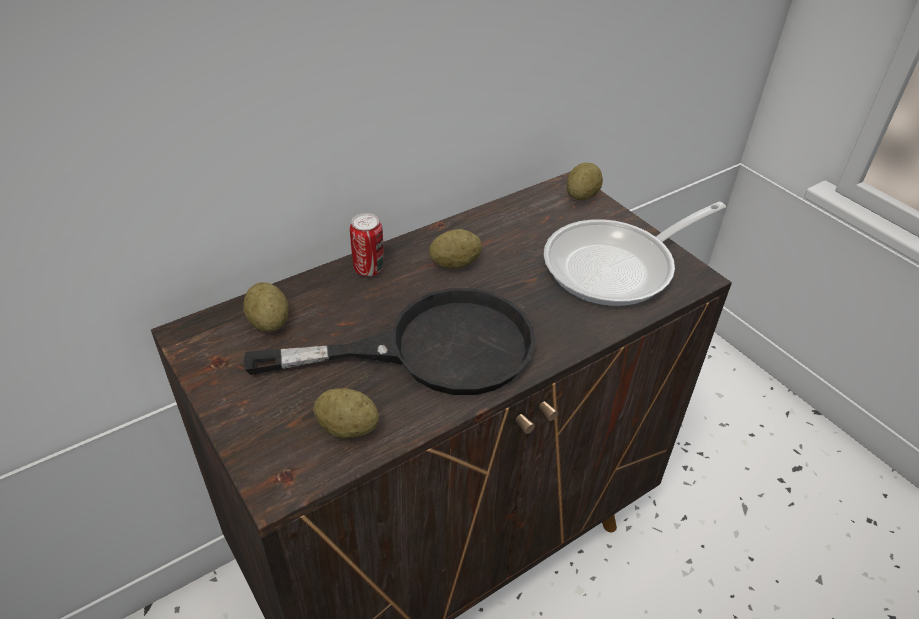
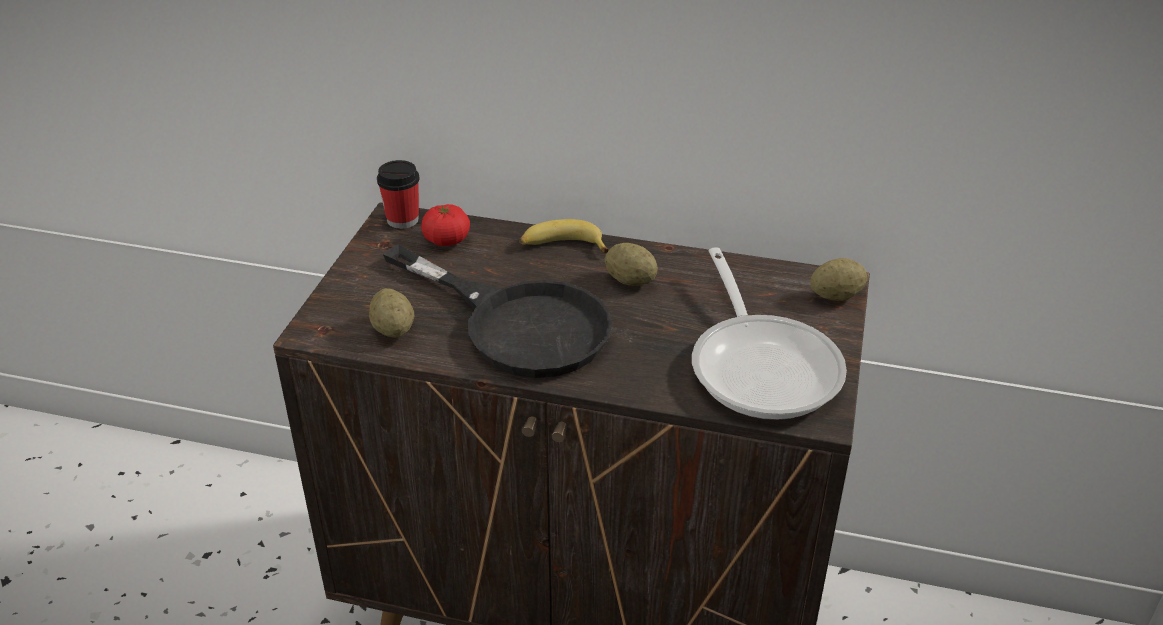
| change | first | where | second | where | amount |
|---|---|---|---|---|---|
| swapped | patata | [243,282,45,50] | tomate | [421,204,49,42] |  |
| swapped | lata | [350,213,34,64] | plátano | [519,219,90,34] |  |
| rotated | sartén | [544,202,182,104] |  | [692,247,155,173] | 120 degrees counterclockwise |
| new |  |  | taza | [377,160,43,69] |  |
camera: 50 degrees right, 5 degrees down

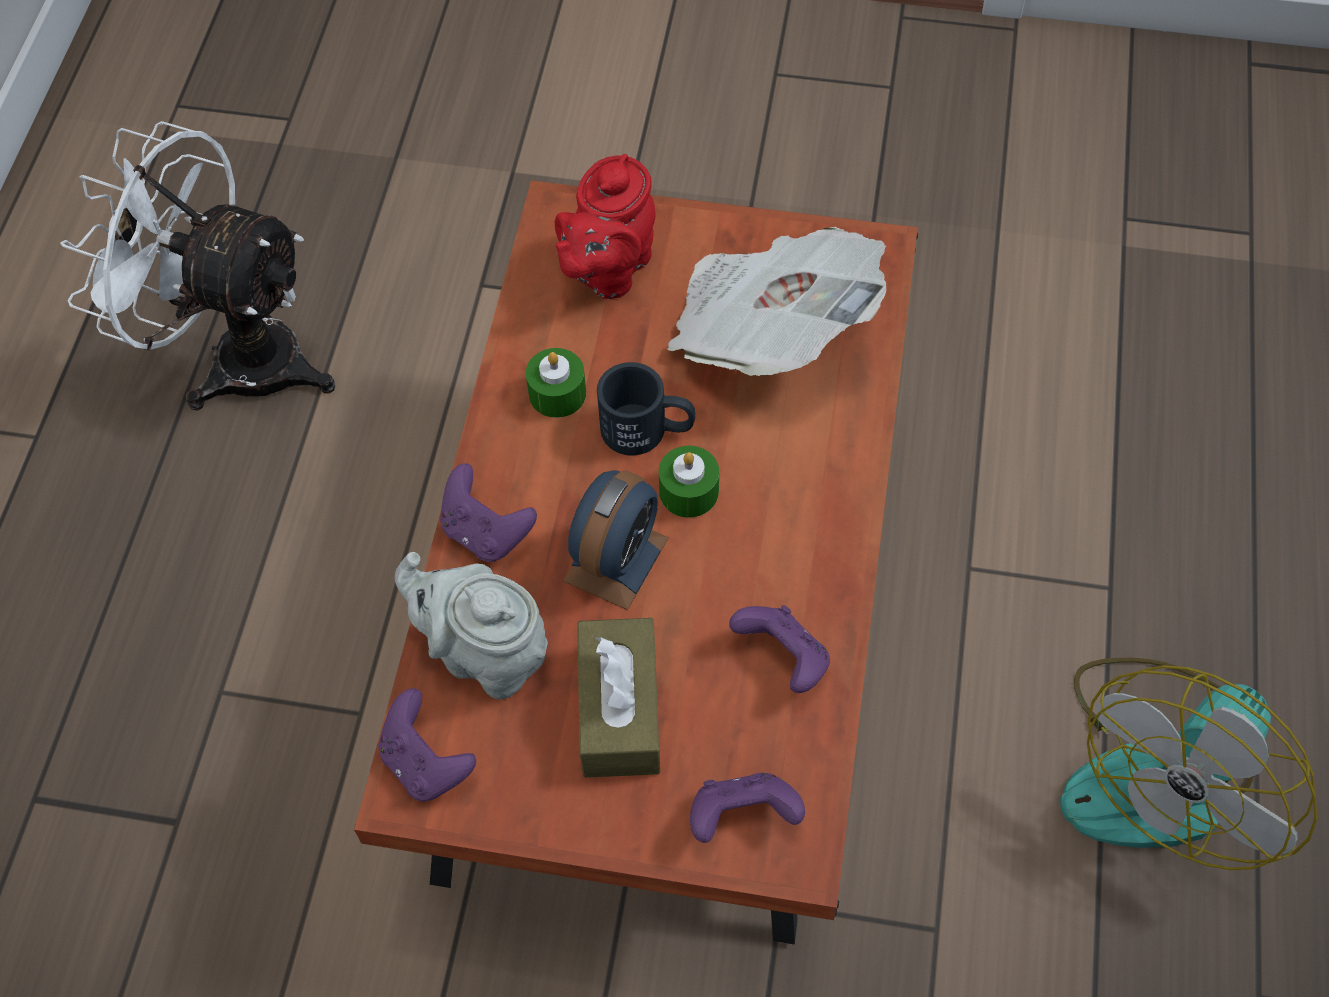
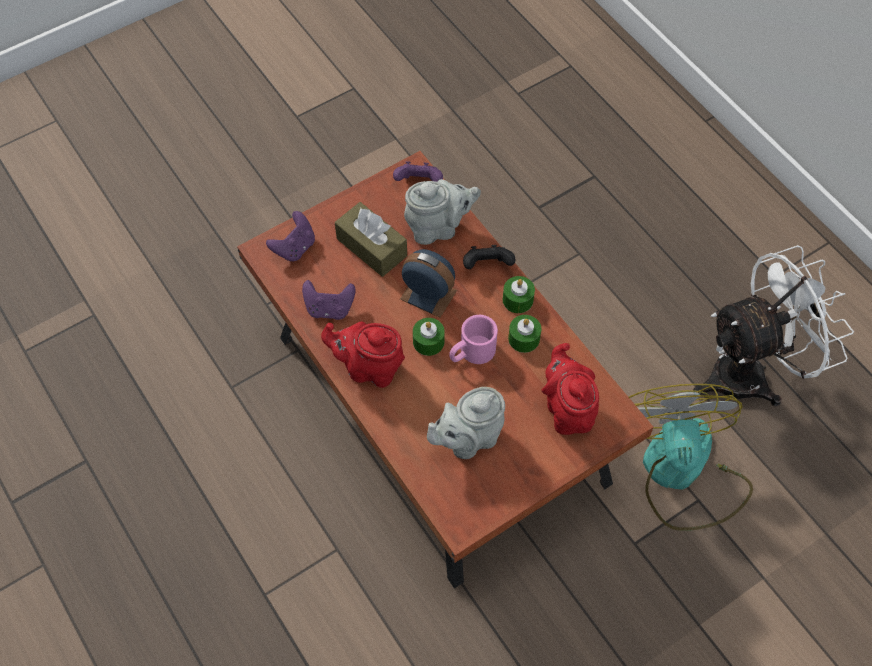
| change | first | where | second | where | amount |
|---|---|---|---|---|---|
| repainted | mando de consola (morado) | [440,463,97,99] | mando de consola (negro) | [463,245,52,24] |  |
| rotated | despertador | [563,470,106,140] |  | [400,249,57,69] | 135 degrees clockwise |
| repainted | taza grande (negro) | [597,362,98,94] | taza grande (rosa) | [449,315,49,49] |  |
| swapped | periódico | [667,227,219,149] | tetera (gris) | [427,387,78,72] |  |
| shifted | ventilador | [1060,658,257,212] |  | [629,384,124,147] |  |
| new |  |  | tetera (rojo) | [321,322,84,66] |  |
| new |  |  | vela (verde) | [503,276,32,37] |  |
camera: 135 degrees right, 0 degrees up

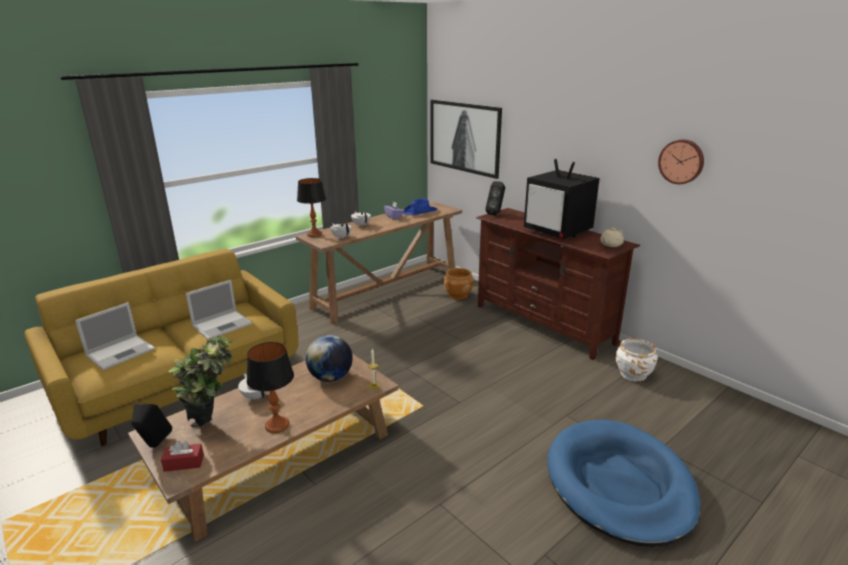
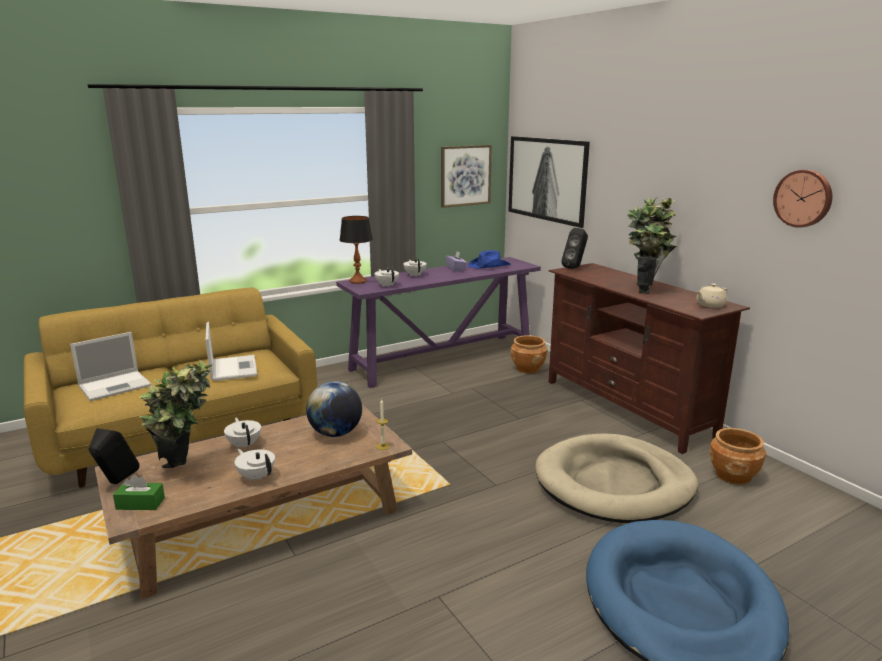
| change | first | where | second | where | amount |
|---|---|---|---|---|---|
| repainted | caja de pañuelos (rojo) | [161,441,43,31] | caja de pañuelos (verde) | [113,474,52,36] |  |
| rotated | portátil | [186,280,67,60] |  | [206,322,51,59] | 75 degrees counterclockwise |
| swapped | lámpara de mesa | [247,342,47,91] | tetera (blanco) | [235,449,40,32] |  |
| repainted | mesa consola (marrón) | [296,202,166,123] | mesa consola (morado) | [336,257,205,131] |  |
| swapped | televisor | [524,159,76,80] | planta en maceta | [628,197,50,97] |  |
| repainted | maceta (blanco) | [615,339,43,43] | maceta (marrón) | [709,428,57,57] |  |
| new |  |  | cuadro | [441,145,51,63] |  |
| new |  |  | cama para perro (beis) | [535,433,163,90] |  |
camera: 10 degrees right, 5 degrees down

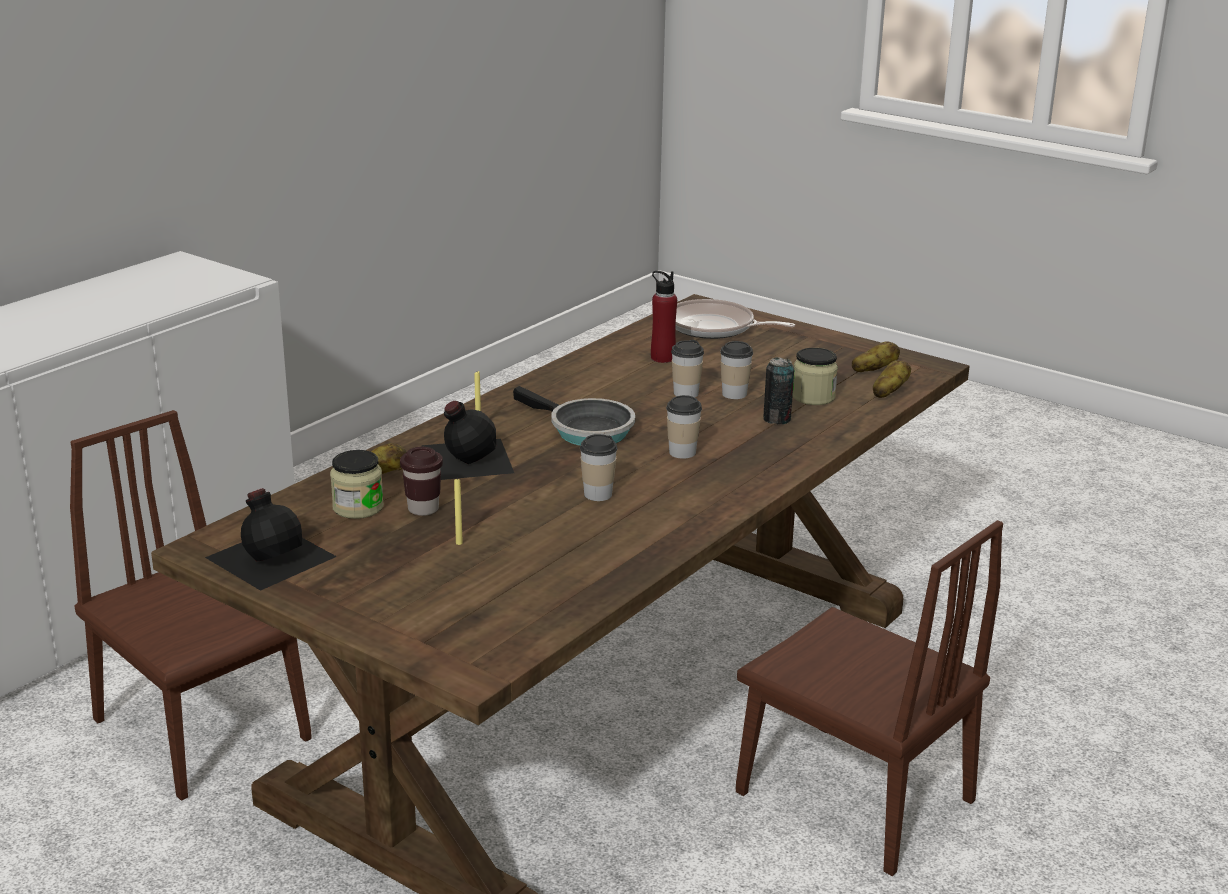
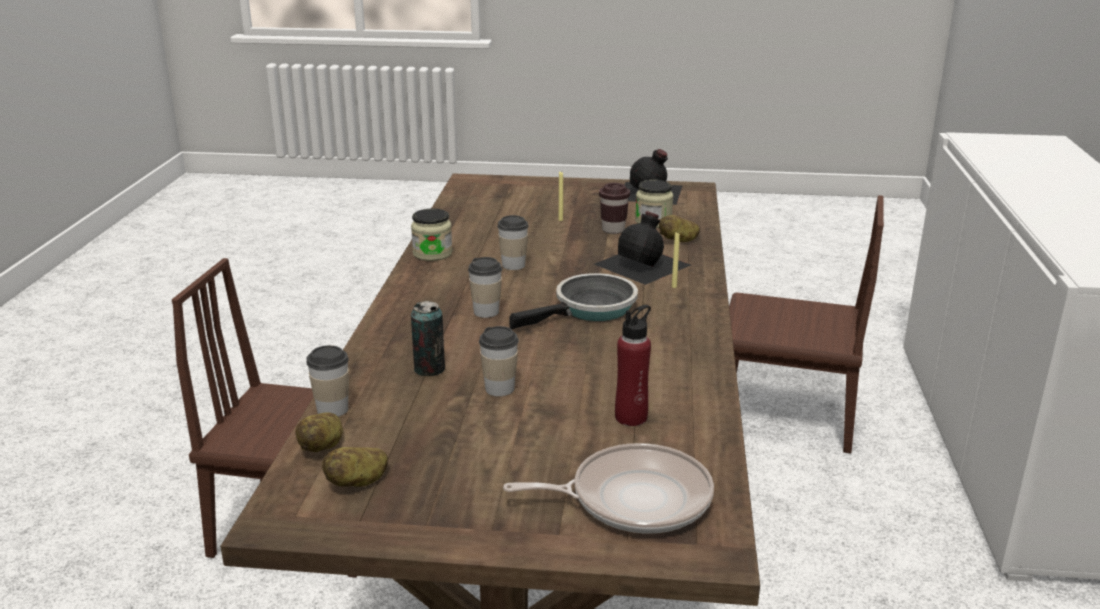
| change | first | where | second | where | amount |
|---|---|---|---|---|---|
| rotated | sartén | [513,386,122,60] |  | [510,273,128,56] | 135 degrees clockwise |
| shifted | taza | [671,340,33,57] |  | [307,345,42,72] |  |
| shifted | tarro | [793,348,45,57] |  | [411,209,42,52] |  |
camera: 150 degrees right, 0 degrees up

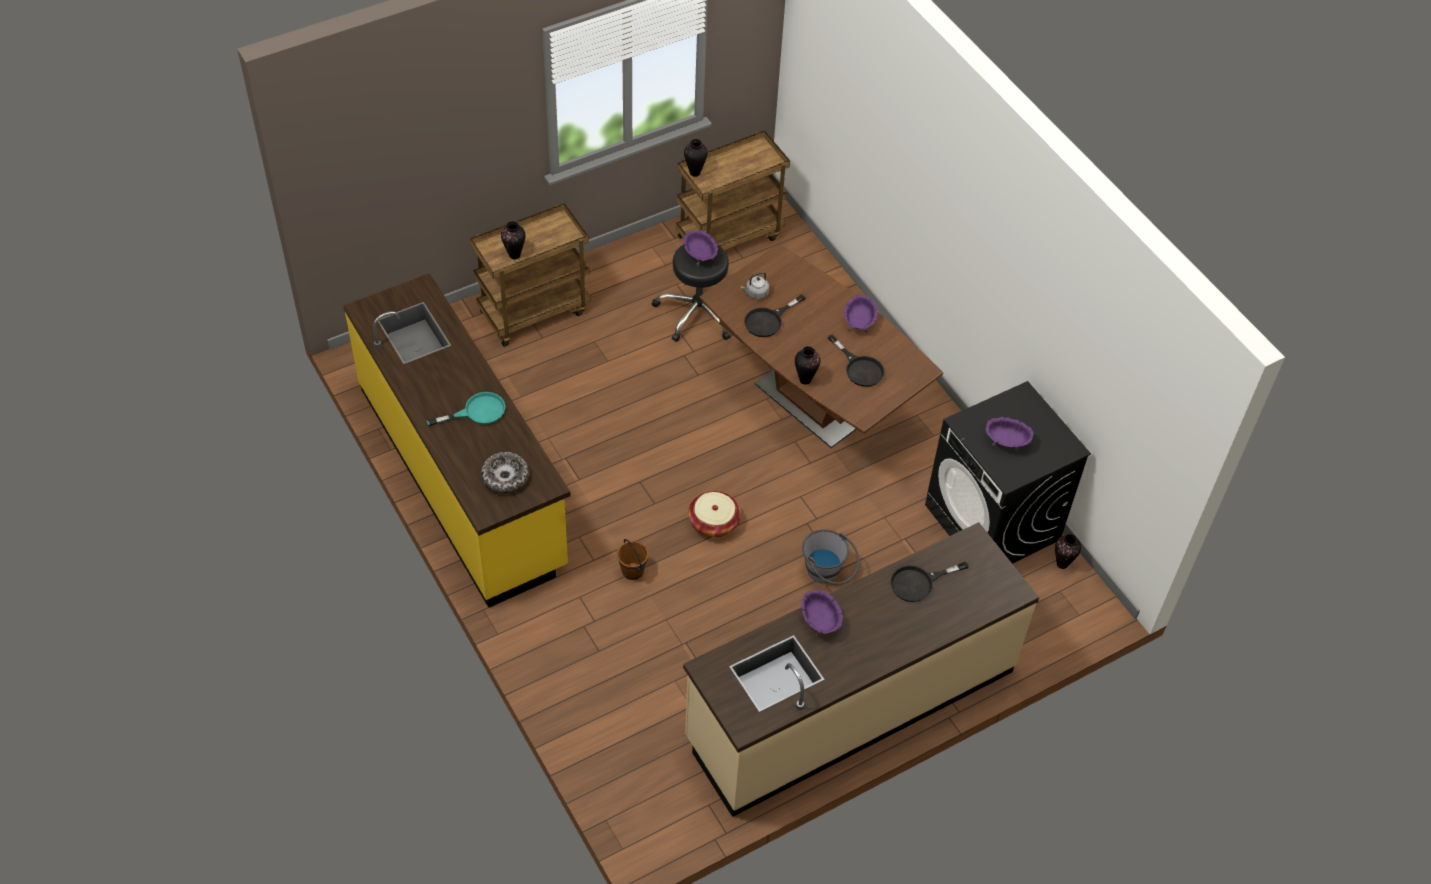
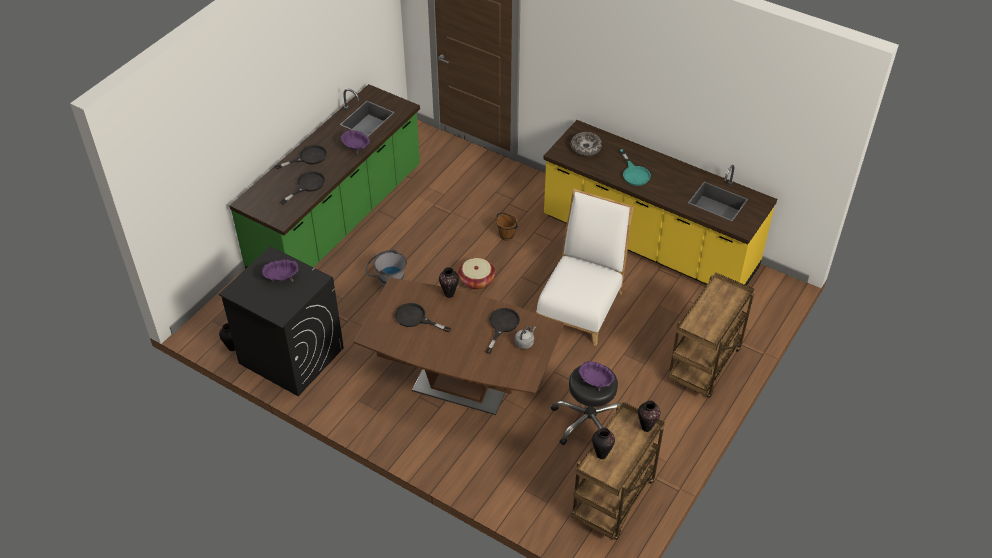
| change | first | where | second | where | amount |
|---|---|---|---|---|---|
| rotated | sartén (turquesa) | [427,392,78,34] |  | [619,149,32,37] | 60 degrees counterclockwise |
| shifted | florero | [501,221,24,38] |  | [592,428,23,31] |  |
| repainted | mueble bajo de cocina (beis) | [683,522,356,295] | mueble bajo de cocina (verde) | [229,84,191,185] |  |
| gone | cuenco (morado) | [844,295,34,38] |  |  |  |
| new |  |  | sartén (negro) | [275,145,52,24] |  |
| new |  |  | silla (blanco) | [536,188,98,158] |  |
camera: 155 degrees right, 5 degrees down

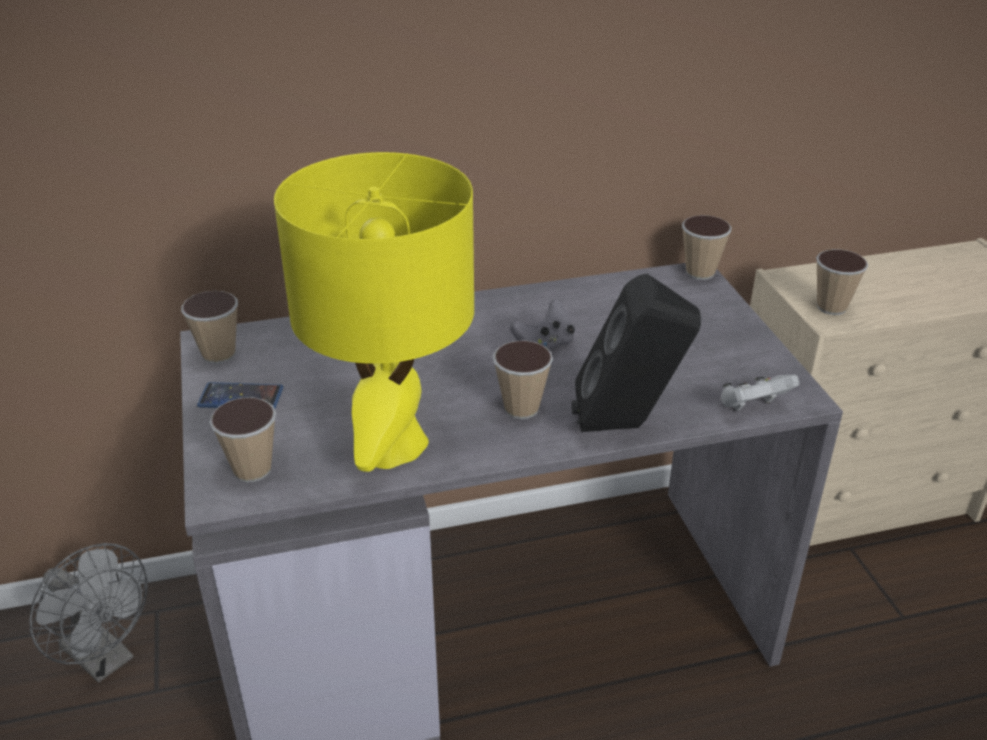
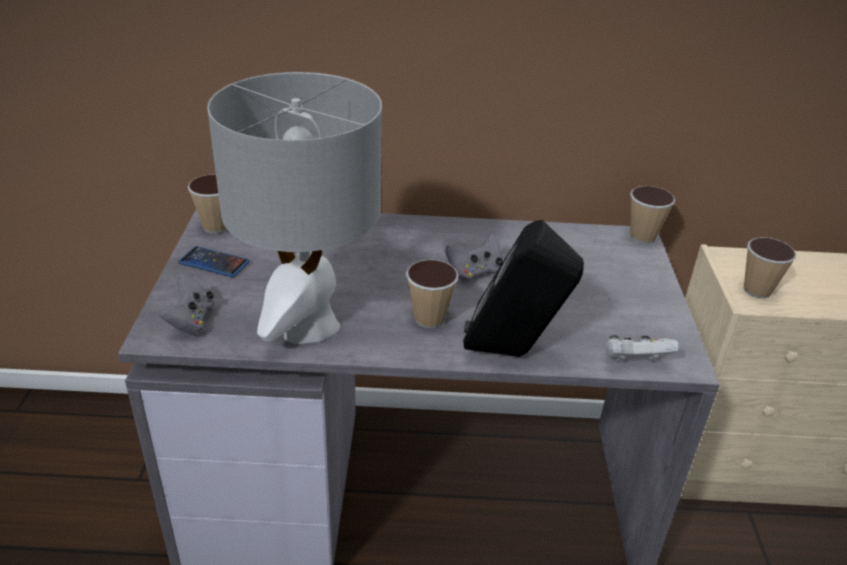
| change | first | where | second | where | amount |
|---|---|---|---|---|---|
| gone | ventilador (gris) | [30,543,118,140] |  |  |  |
| swapped | taza | [209,397,67,85] | mando de consola (gris) | [159,274,55,61] |  |
| repainted | lámpara de mesa (amarillo) | [274,152,200,320] | lámpara de mesa (gris) | [207,72,175,272] |  |
camera: 15 degrees right, 0 degrees up

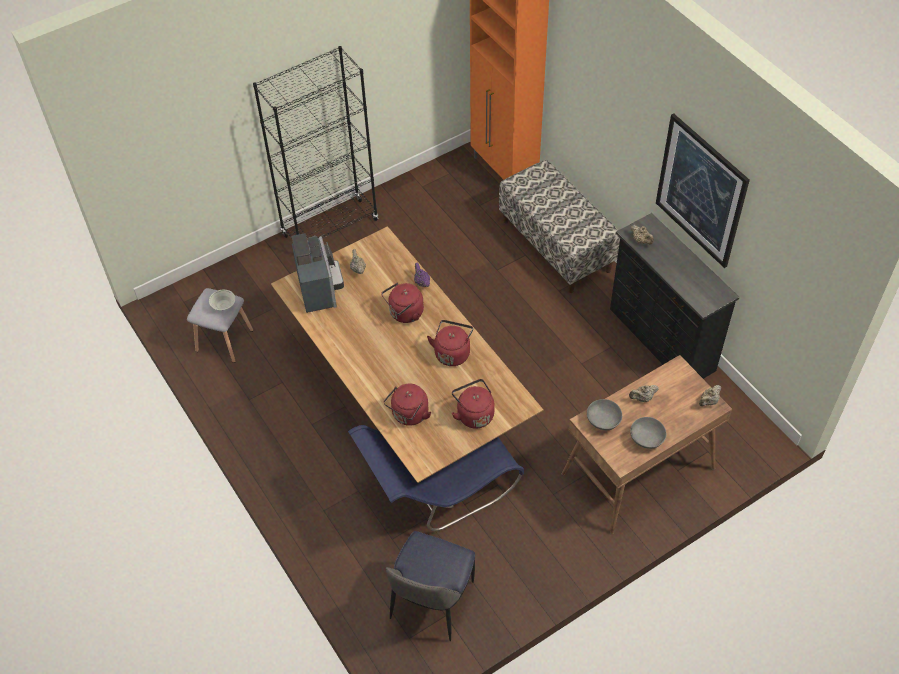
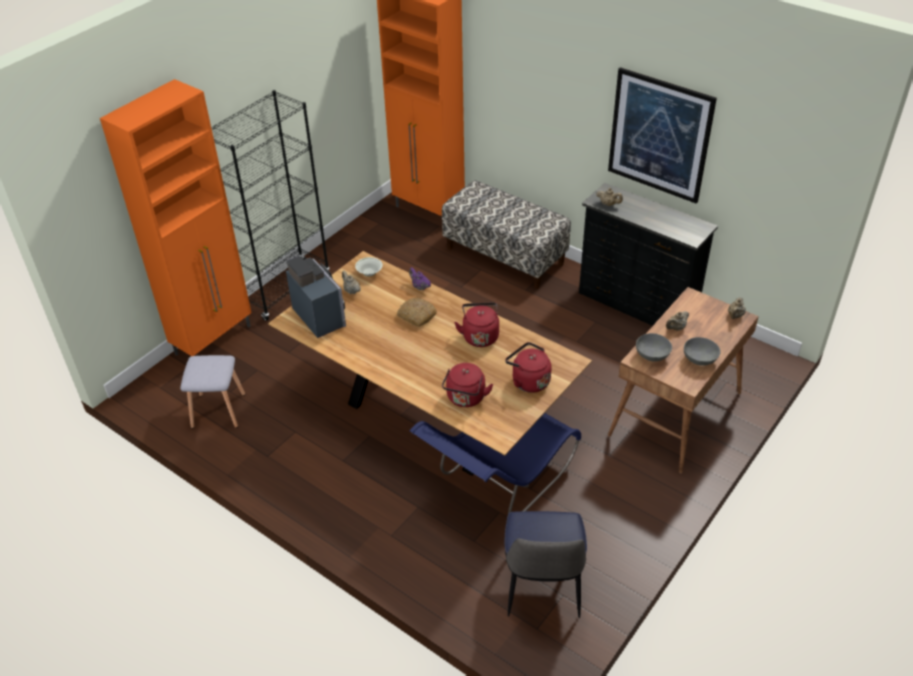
| change | first | where | second | where | amount |
|---|---|---|---|---|---|
| shifted | cuenco (blanco) | [209,290,27,20] |  | [355,257,28,20] |  |
| swapped | hervidor (rojo) | [381,283,43,40] | pan | [397,298,40,29] |  |
| new |  |  | armario (naranja) | [100,79,151,277] |  |
camera: 20 degrees left, 10 degrees down

